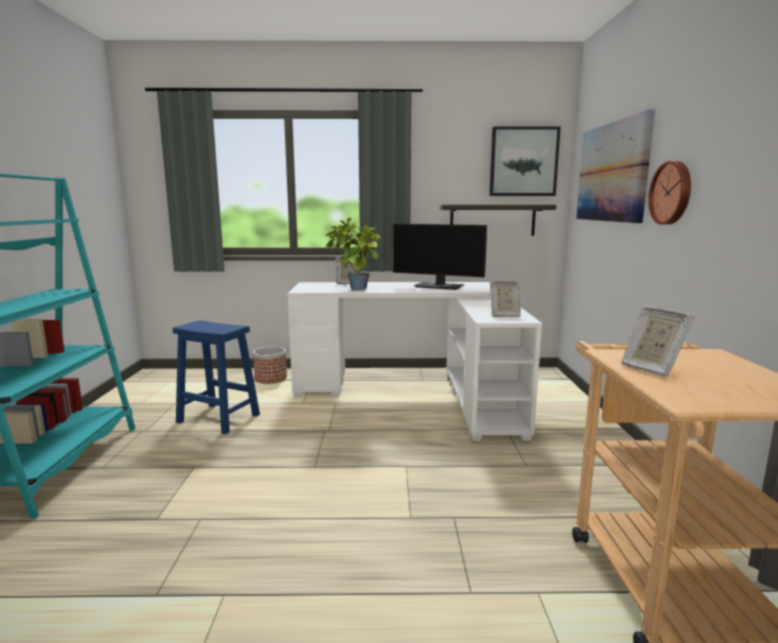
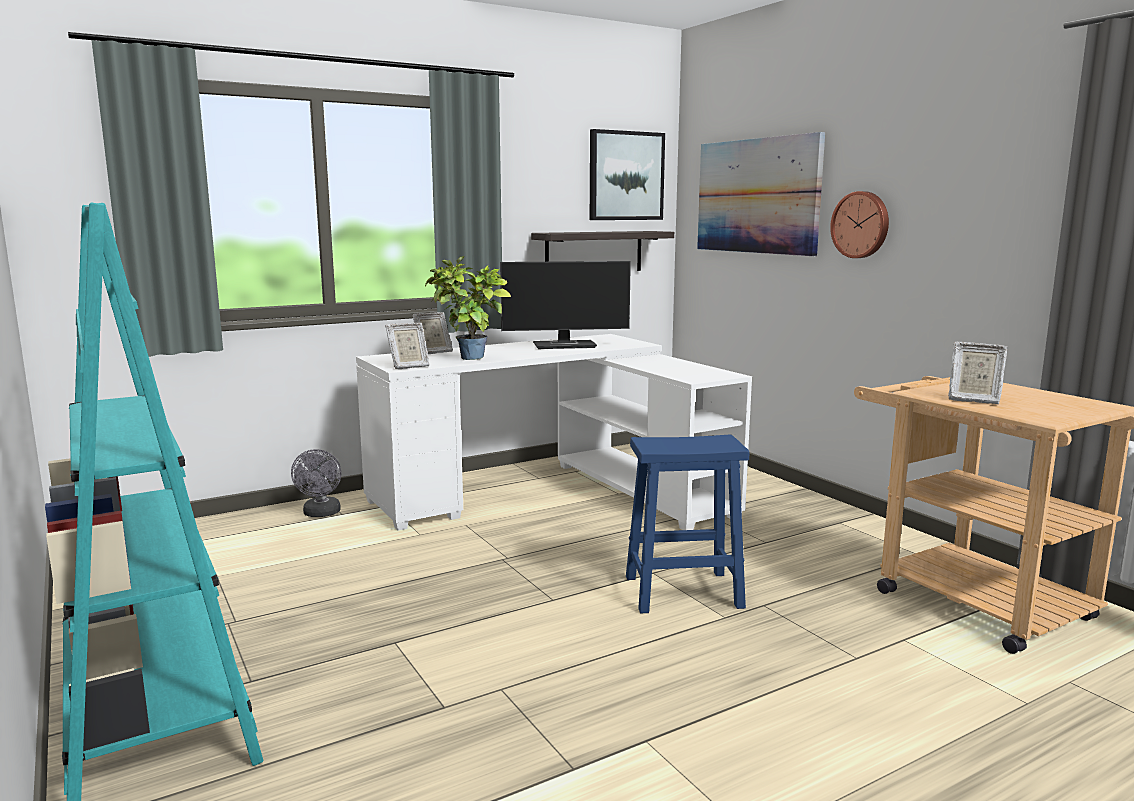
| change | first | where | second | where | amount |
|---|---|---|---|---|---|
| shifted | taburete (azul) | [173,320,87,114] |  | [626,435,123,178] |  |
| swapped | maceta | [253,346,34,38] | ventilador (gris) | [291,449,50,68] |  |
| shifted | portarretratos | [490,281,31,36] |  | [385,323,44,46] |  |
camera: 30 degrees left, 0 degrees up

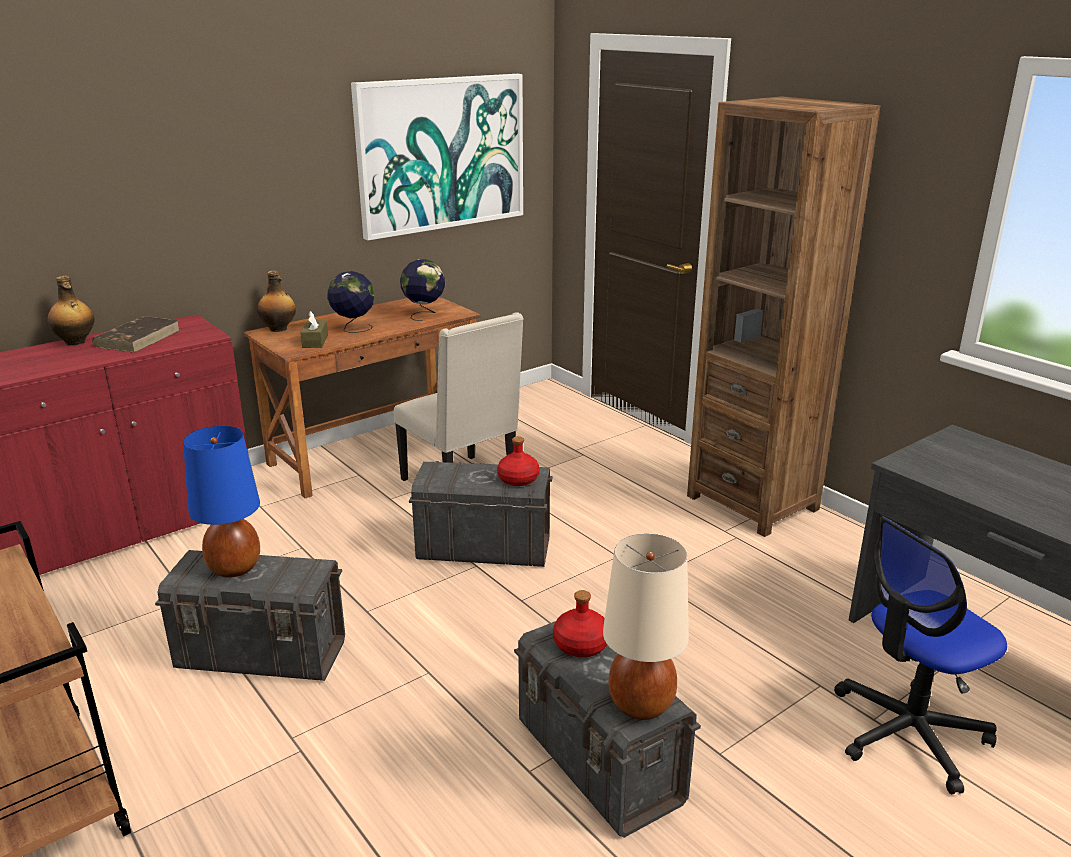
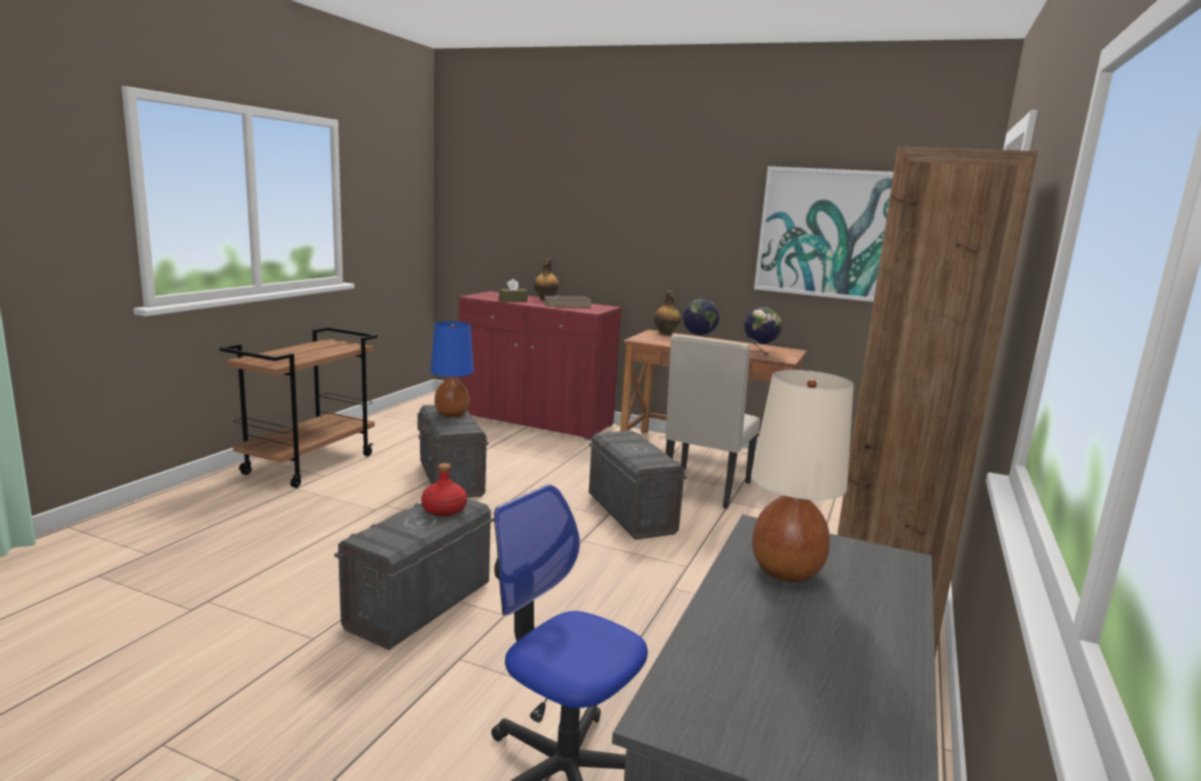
| change | first | where | second | where | amount |
|---|---|---|---|---|---|
| shifted | caja de pañuelos (marrón) | [300,311,28,37] |  | [499,279,29,23] |  |
| gone | botella (rojo) | [497,436,43,50] |  |  |  |
| shifted | lámpara de mesa (beis) | [603,534,86,186] |  | [751,370,103,212] |  |
camera: 60 degrees right, 10 degrees down

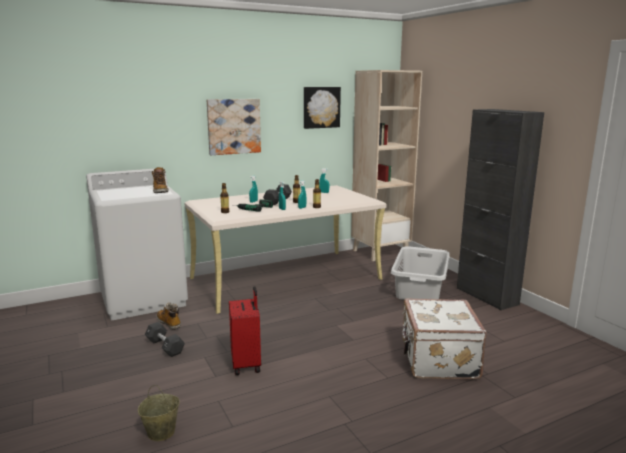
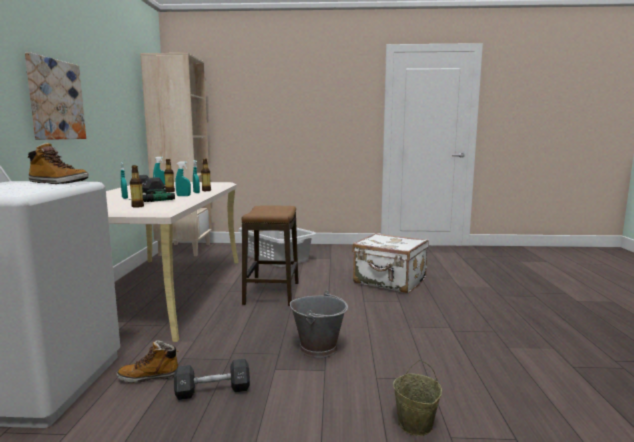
| change | first | where | second | where | amount |
|---|---|---|---|---|---|
| swapped | maleta (rojo) | [229,286,32,89] | cubo (gris) | [290,290,58,68] |  |
| gone | cuadro | [304,87,37,42] |  |  |  |
| gone | armario (negro) | [457,109,87,201] |  |  |  |
| new |  |  | taburete | [241,206,58,100] |  |
camera: 60 degrees left, 5 degrees down

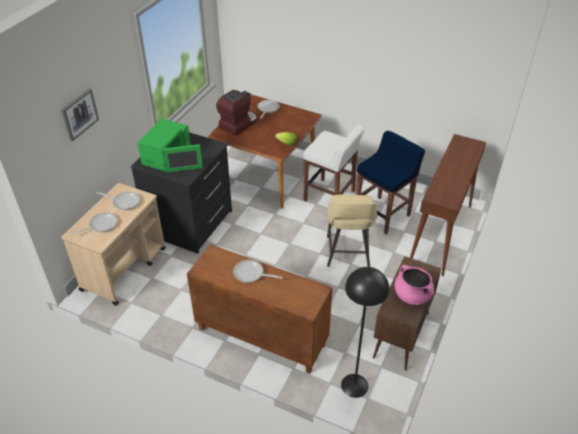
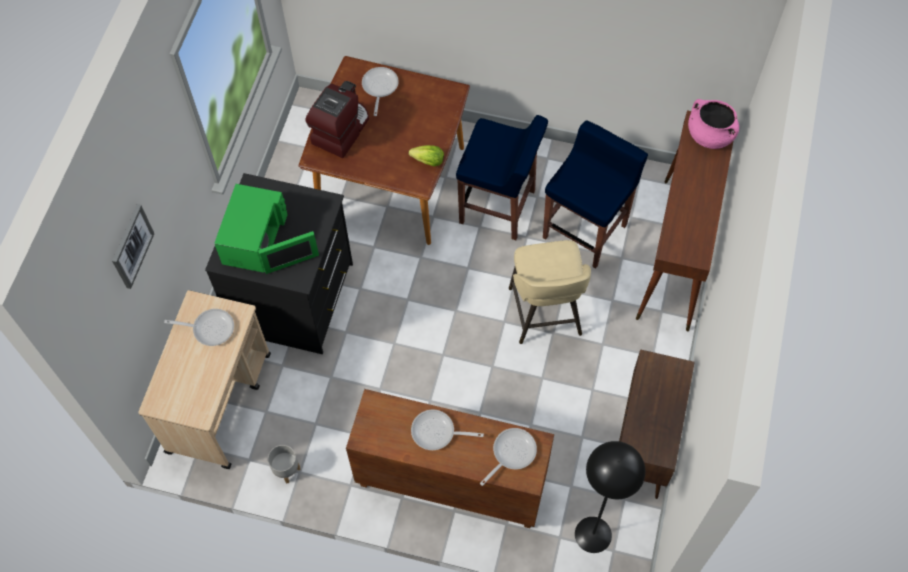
| change | first | where | second | where | amount |
|---|---|---|---|---|---|
| shifted | sartén | [71,212,47,23] |  | [480,428,57,58] |  |
| repainted | taburete (blanco) | [303,125,62,76] | taburete (azul) | [456,115,92,125] |  |
| shifted | olla (rosa) | [394,265,40,40] |  | [688,99,51,50] |  |
| new |  |  | maceta (gris) | [268,445,32,38] |  |
camera: 10 degrees left, 20 degrees up

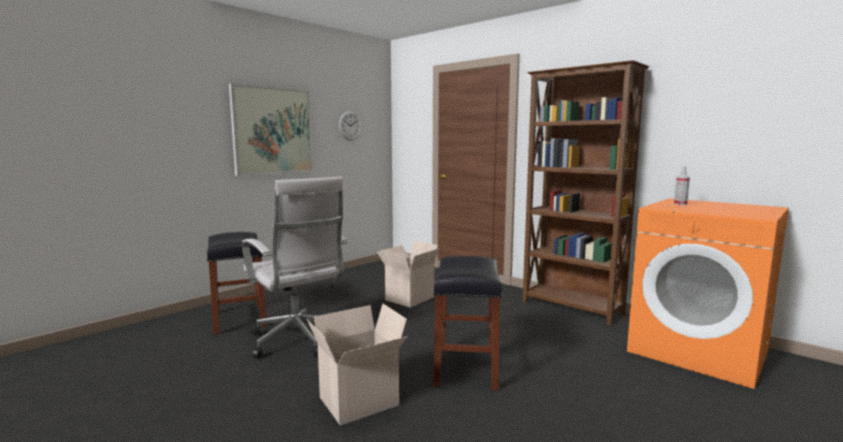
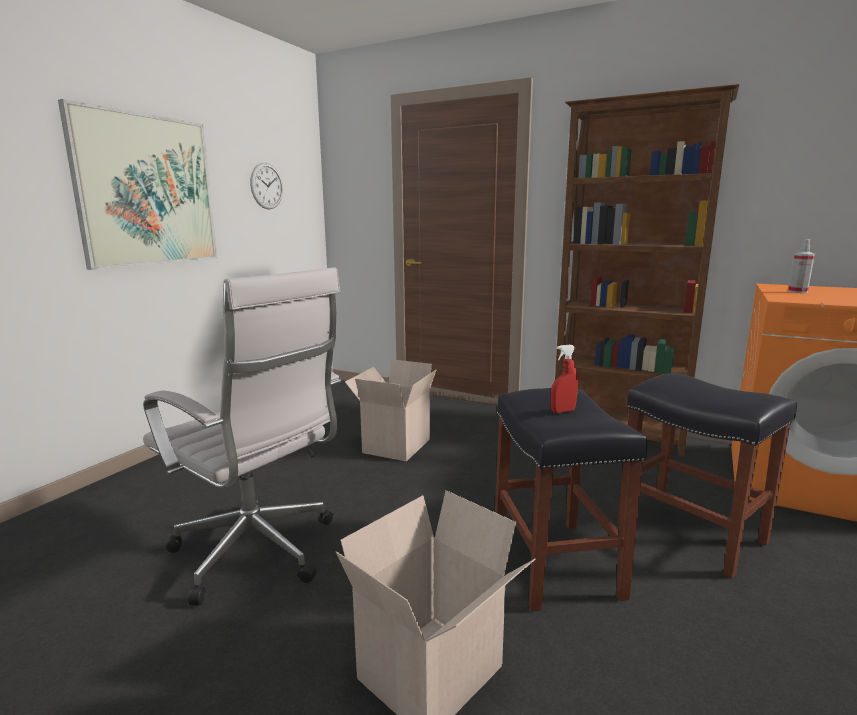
| change | first | where | second | where | amount |
|---|---|---|---|---|---|
| shifted | taburete (negro) | [207,232,60,103] |  | [617,373,180,206] |  |
| new |  |  | pulverizador (rojo) | [551,344,27,69] |  |
camera: 15 degrees left, 5 degrees up

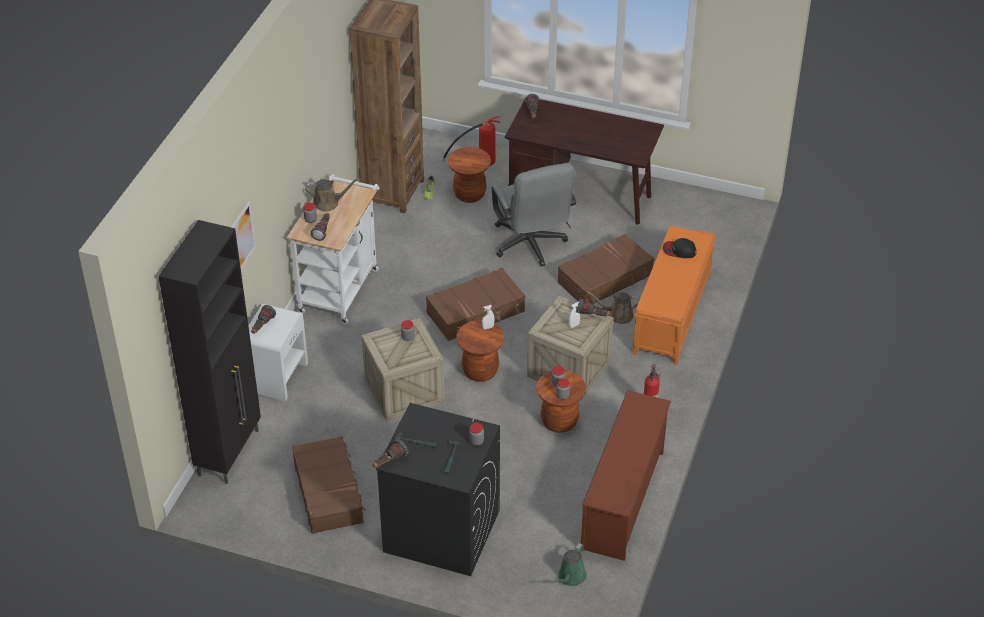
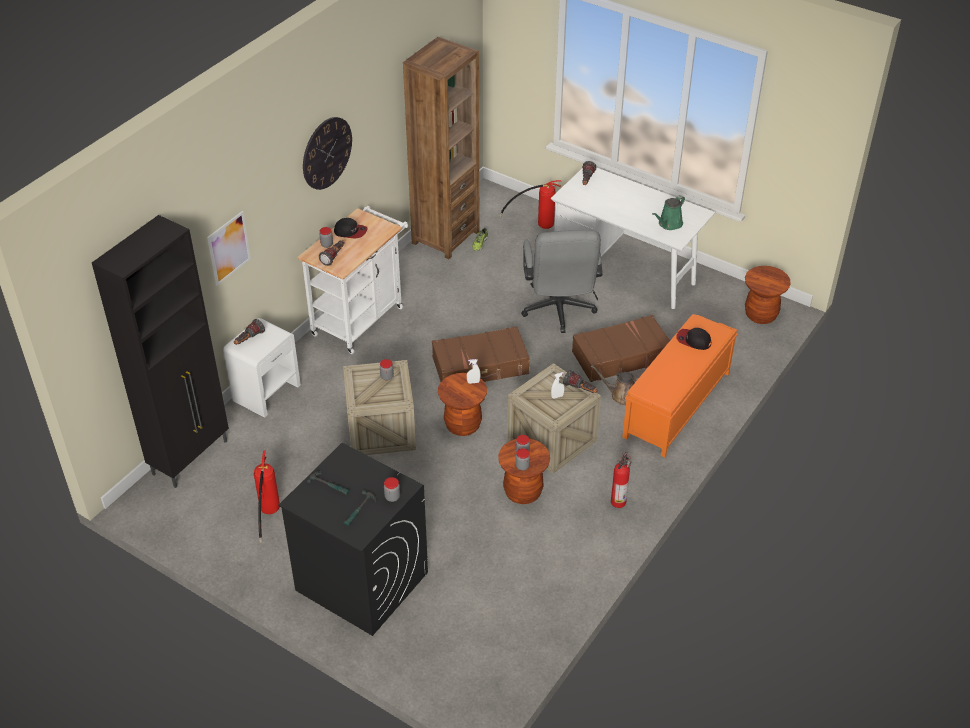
| change | first | where | second | where | amount |
|---|---|---|---|---|---|
| swapped | maleta (marrón) | [292,436,74,98] | extintor | [254,450,26,93] |  |
| swapped | regadera (marrón) | [305,178,55,34] | gorra | [334,218,33,20] |  |
| gone | linterna | [373,439,35,29] |  |  |  |
| shifted | taburete (marrón) | [448,147,43,56] |  | [745,266,46,58] |  |
| repainted | escritorio (marrón) | [504,99,160,126] | escritorio (blanco) | [551,167,164,142] |  |
| shifted | regadera (verde) | [555,543,32,43] |  | [652,195,33,35] |  |
| gone | zapatero (marrón) | [581,390,90,171] |  |  |  |
| new |  |  | reloj de pared | [303,117,49,73] |  |
camera: 15 degrees right, 0 degrees up

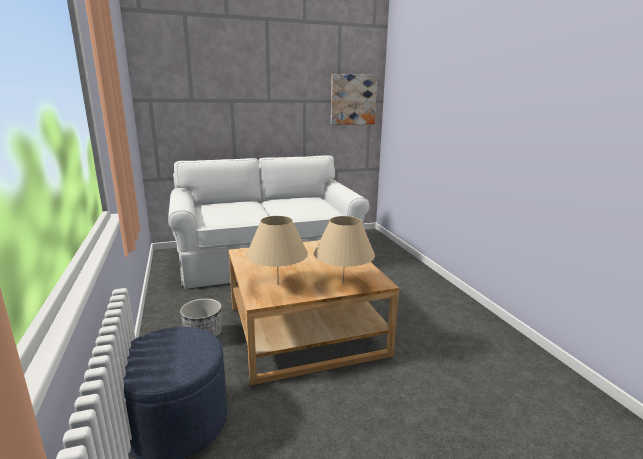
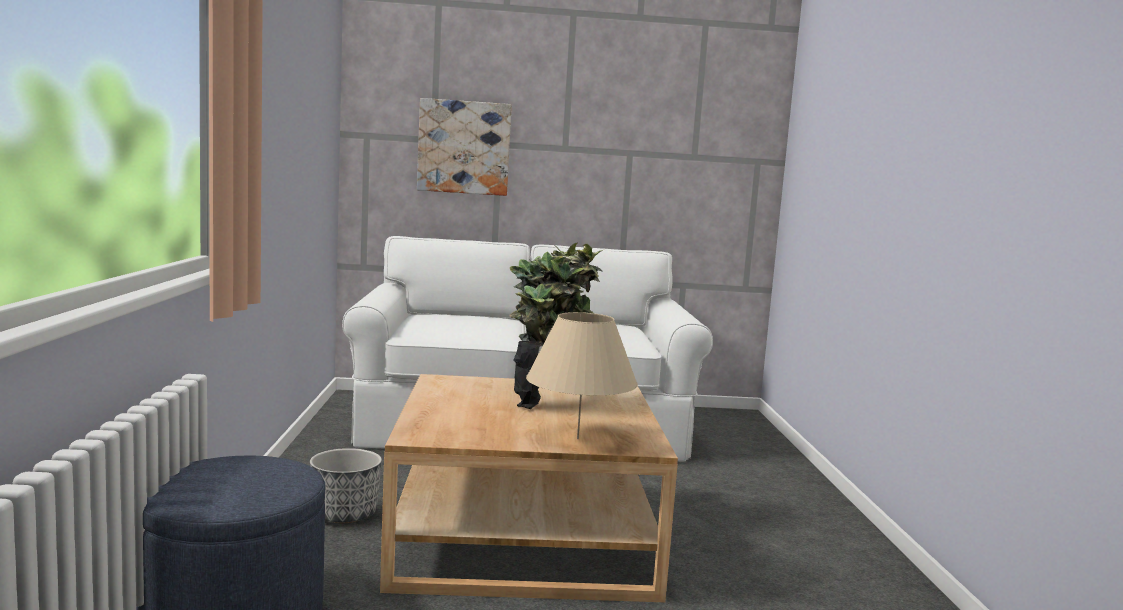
| change | first | where | second | where | amount |
|---|---|---|---|---|---|
| gone | lámpara de mesa (beis) | [246,216,62,68] |  |  |  |
| shifted | cuadro | [331,74,47,51] |  | [417,98,95,98] |  |
| new |  |  | planta en maceta | [509,243,94,166] |  |
camera: 15 degrees right, 10 degrees down

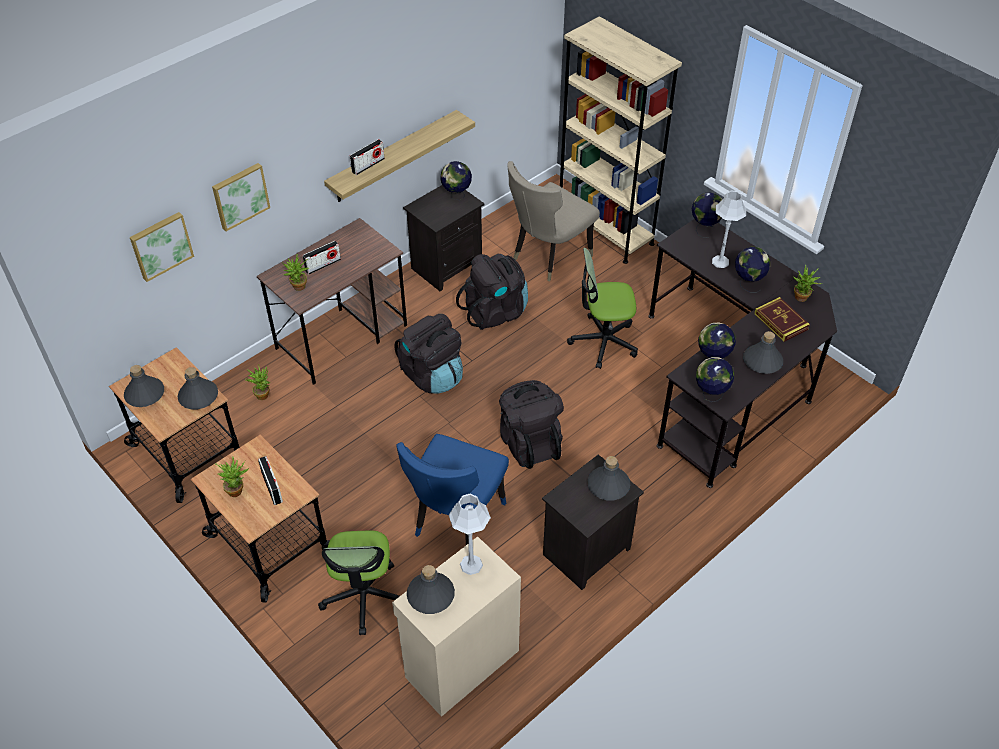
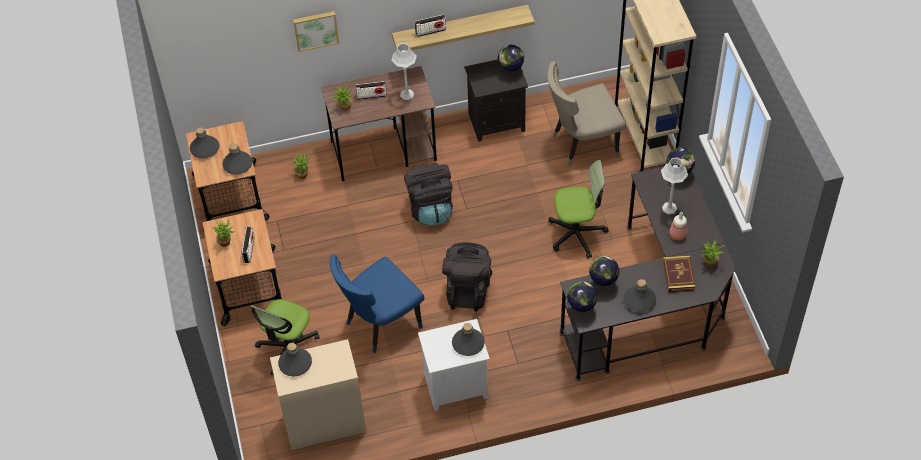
| change | first | where | second | where | amount |
|---|---|---|---|---|---|
| gone | cuadro | [130,212,64,70] |  |  |  |
| shifted | lámpara de mesa (gris) | [449,494,42,81] |  | [391,43,26,57] |  |
| gone | mochila (negro) | [456,254,72,76] |  |  |  |
| repainted | mesita de noche (negro) | [542,454,102,136] | mesita de noche (blanco) | [418,319,72,92] |  |
| rotated | silla de oficina | [567,248,71,121] |  | [548,160,60,98] | 150 degrees clockwise |
| swapped | globo terráqueo | [735,247,35,46] | botella | [669,212,19,28] |  |
camera: 30 degrees right, 5 degrees up

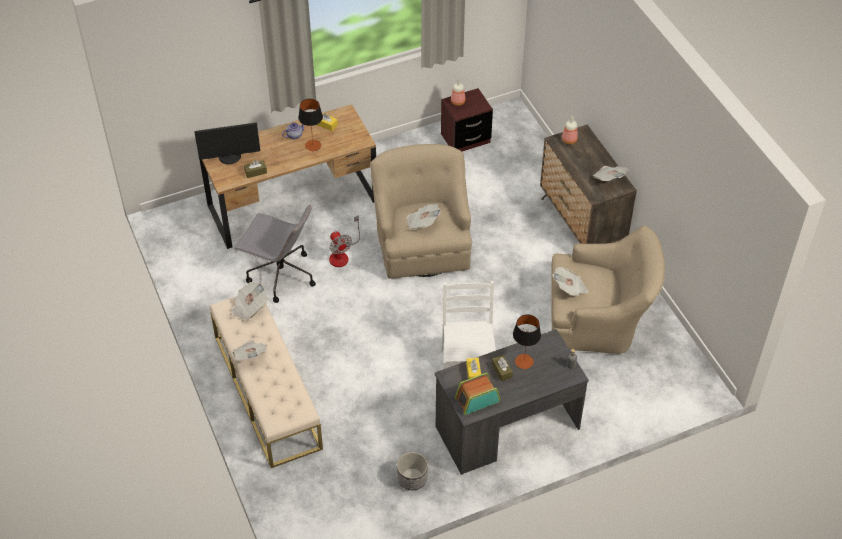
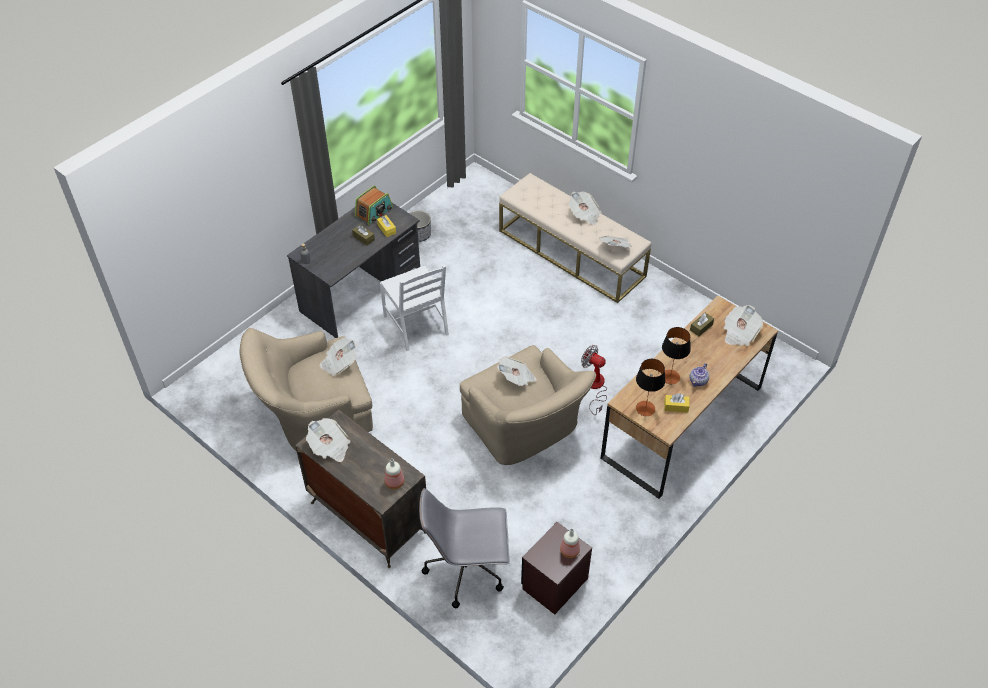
| change | first | where | second | where | amount |
|---|---|---|---|---|---|
| swapped | monitor | [194,123,66,41] | periódico | [724,305,39,41] |  |
| shifted | silla de oficina (gris) | [234,205,82,98] |  | [419,488,91,120] |  |
| shifted | lámpara de mesa | [513,314,28,55] |  | [636,359,29,57] |  |
camera: 155 degrees right, 0 degrees up

